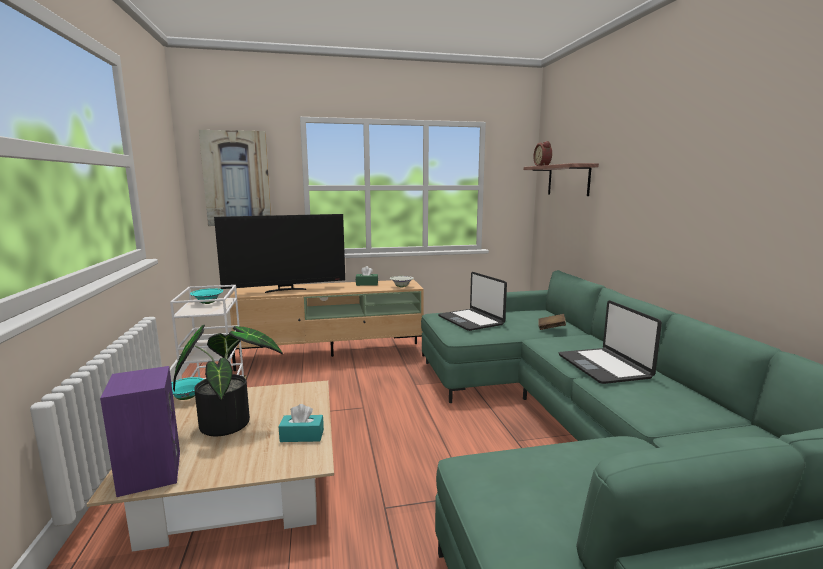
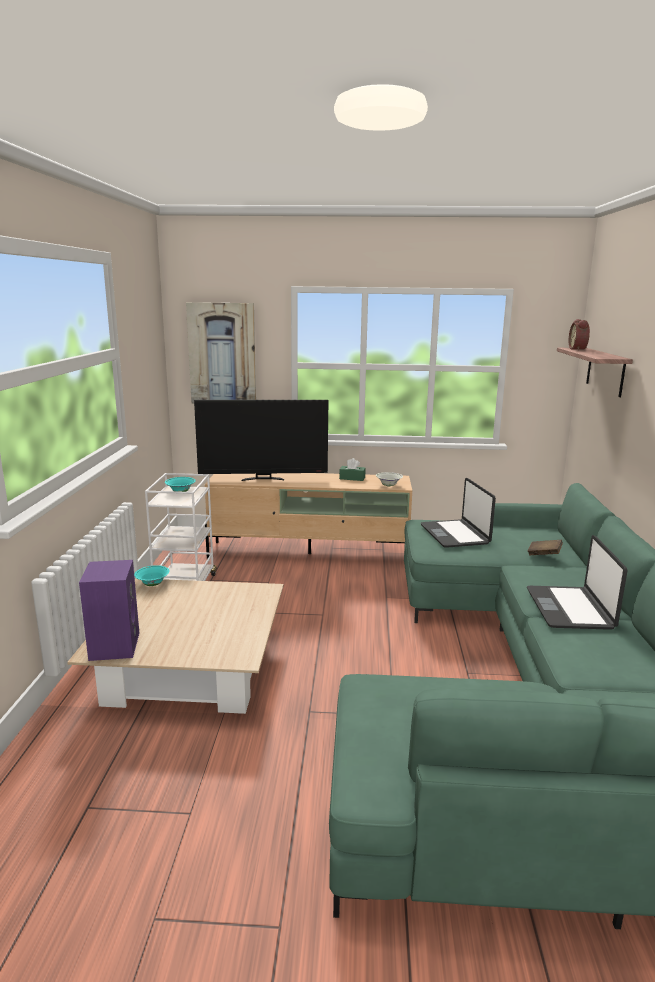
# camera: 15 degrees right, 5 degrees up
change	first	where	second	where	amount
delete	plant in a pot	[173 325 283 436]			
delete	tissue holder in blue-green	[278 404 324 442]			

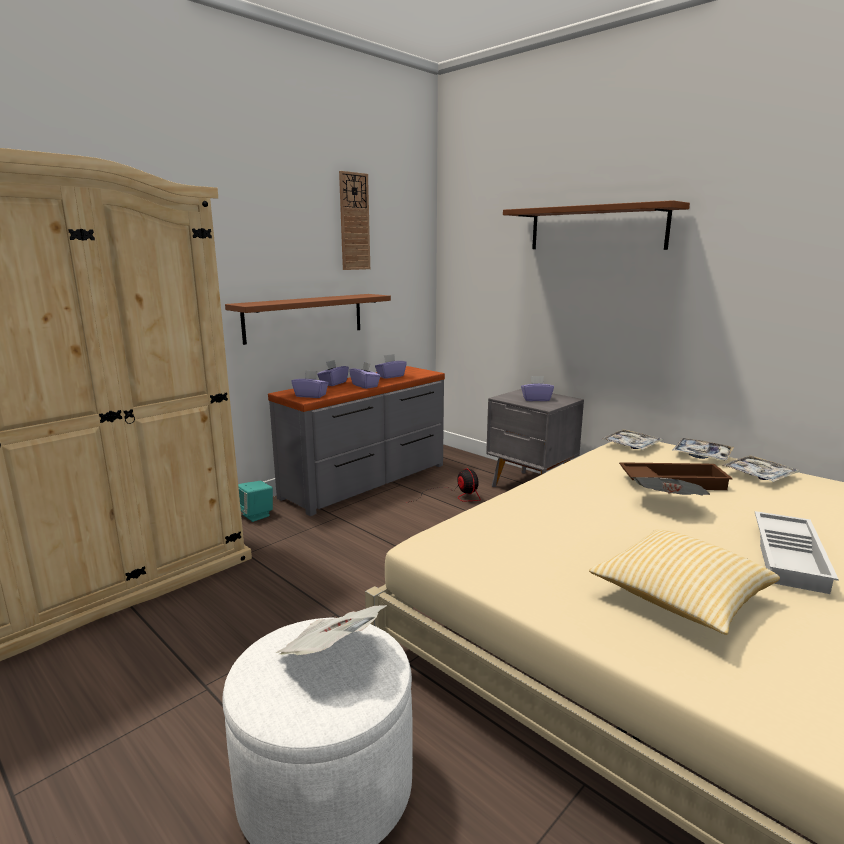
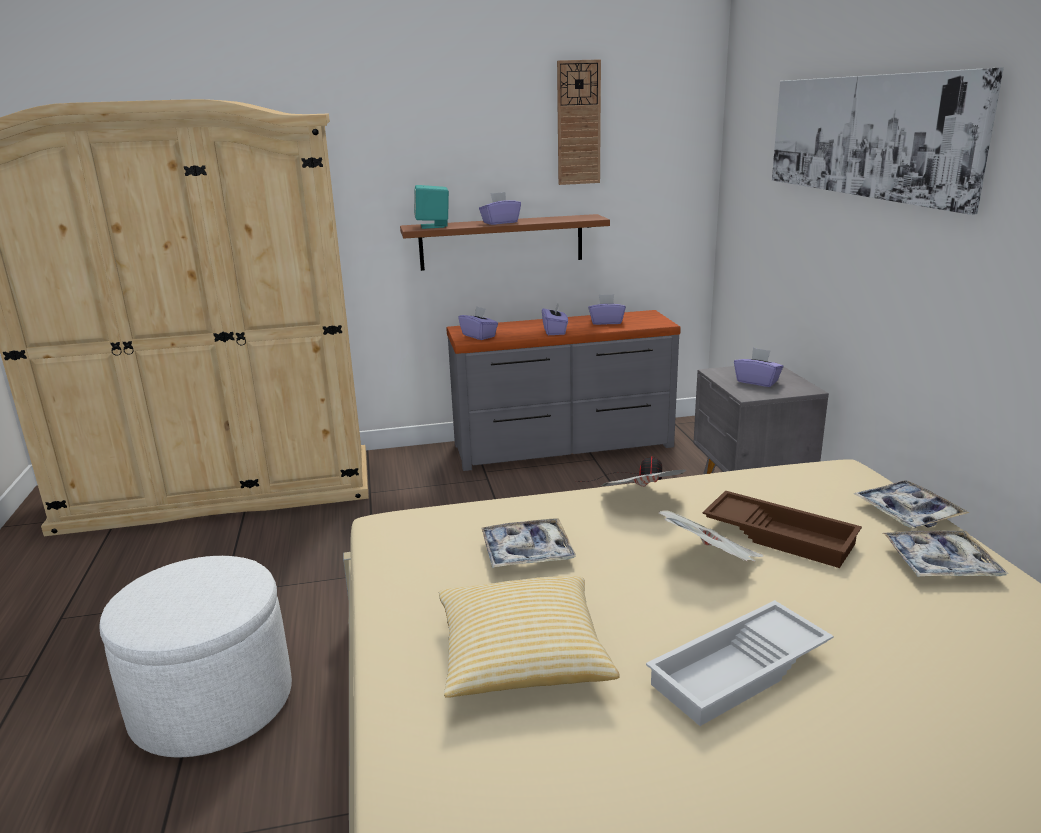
# camera: 35 degrees right, 5 degrees up
change	first	where	second	where	amount
move	audio speaker in blue-green	[238 481 273 522]		[414 185 449 229]	
move	printed paper	[276 605 387 655]		[600 470 686 487]	
move	tissue holder in purple-coloured	[317 360 349 386]		[479 192 521 225]	
move	tray	[602 429 663 450]		[481 518 576 568]	
replace	bracket shelf in brown	[503 200 690 250]	wall art	[772 68 1004 215]	

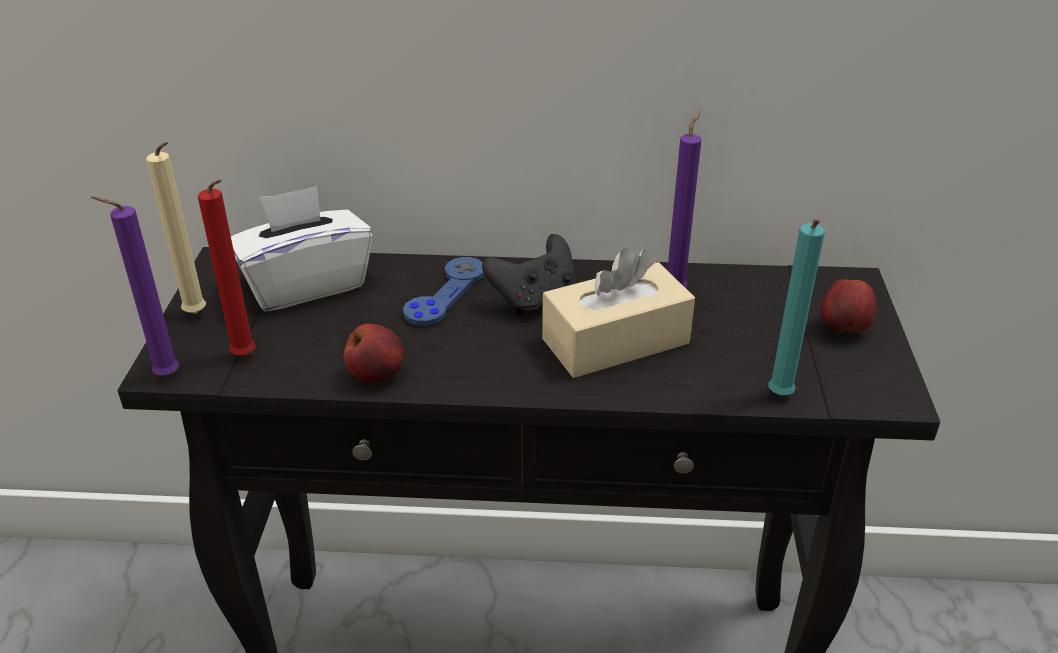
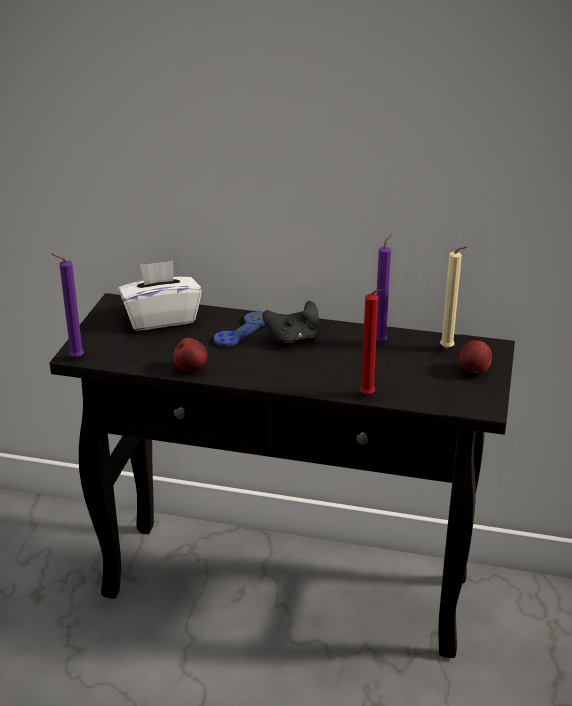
# camera: 10 degrees right, 5 degrees down
change	first	where	second	where	amount
delete	tissue holder in sand-coloured	[542 248 695 378]			
delete	wax candle in blue-green	[768 219 825 396]			
move	wax candle in sand-coloured	[146 142 206 314]		[440 247 467 348]	
move	wax candle in red	[198 179 256 356]		[360 289 383 395]	

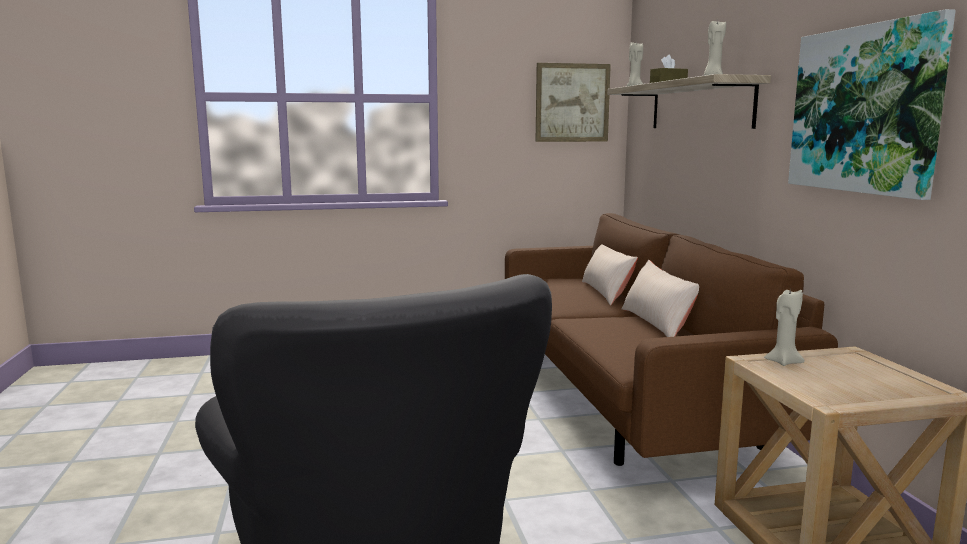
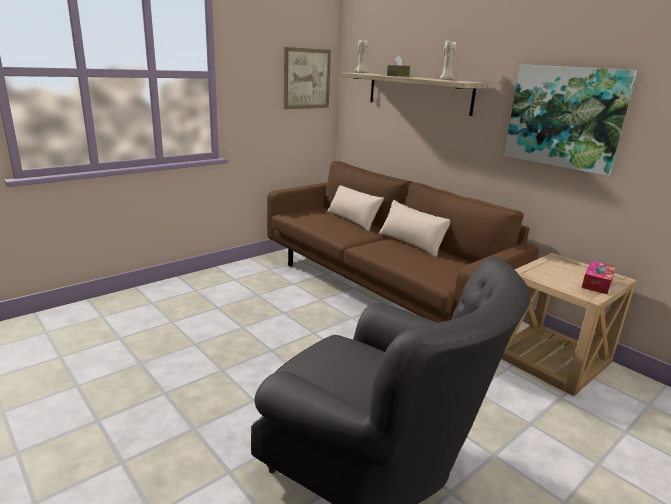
# camera: 30 degrees left, 10 degrees up
change	first	where	second	where	amount
delete	wax candle in sand-coloured	[764 287 805 366]			
insert			tissue holder	[581 261 616 294]	

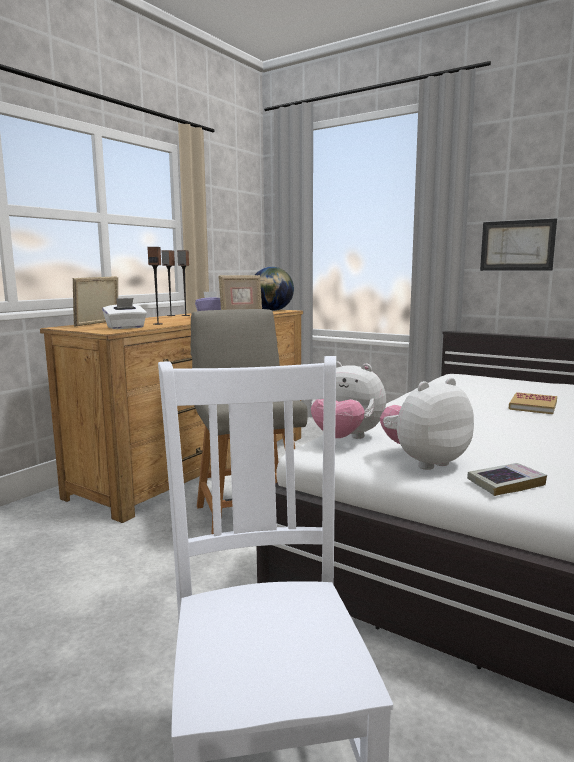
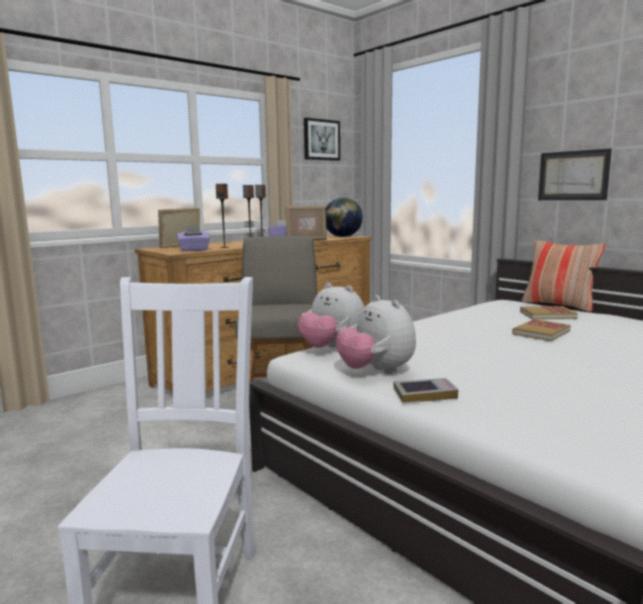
# camera: 15 degrees right, 0 degrees up
change	first	where	second	where	amount
insert			wall art	[304 118 340 161]	
insert			bound book	[520 306 578 320]	
insert			cushion	[522 240 605 312]	
recolor	tissue holder in white-coloured	[102 298 147 329]	tissue holder in purple-coloured	[177 226 210 251]	
rotate	cuddly toy	[380 377 474 470]		[336 295 416 374]	105 degrees counterclockwise

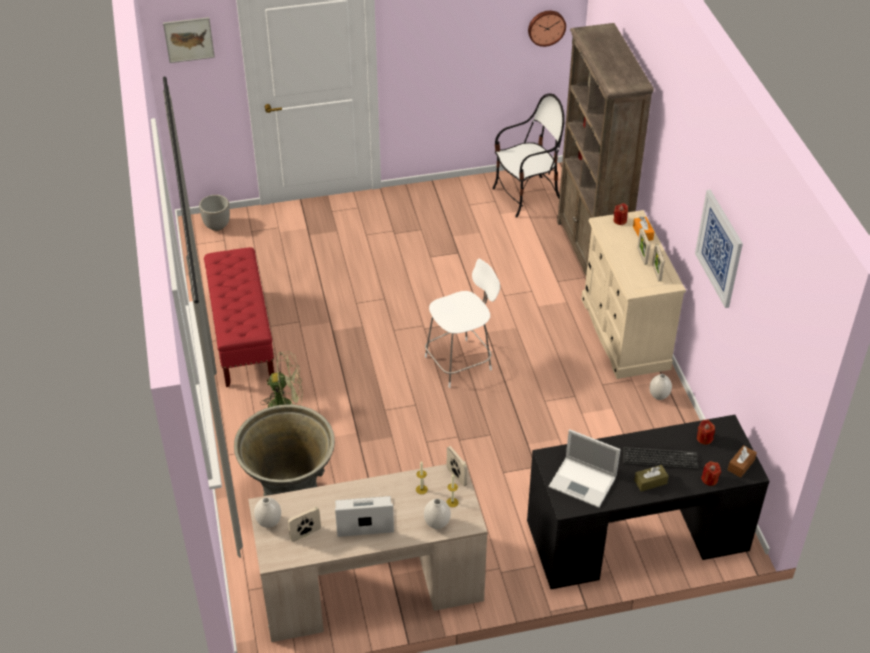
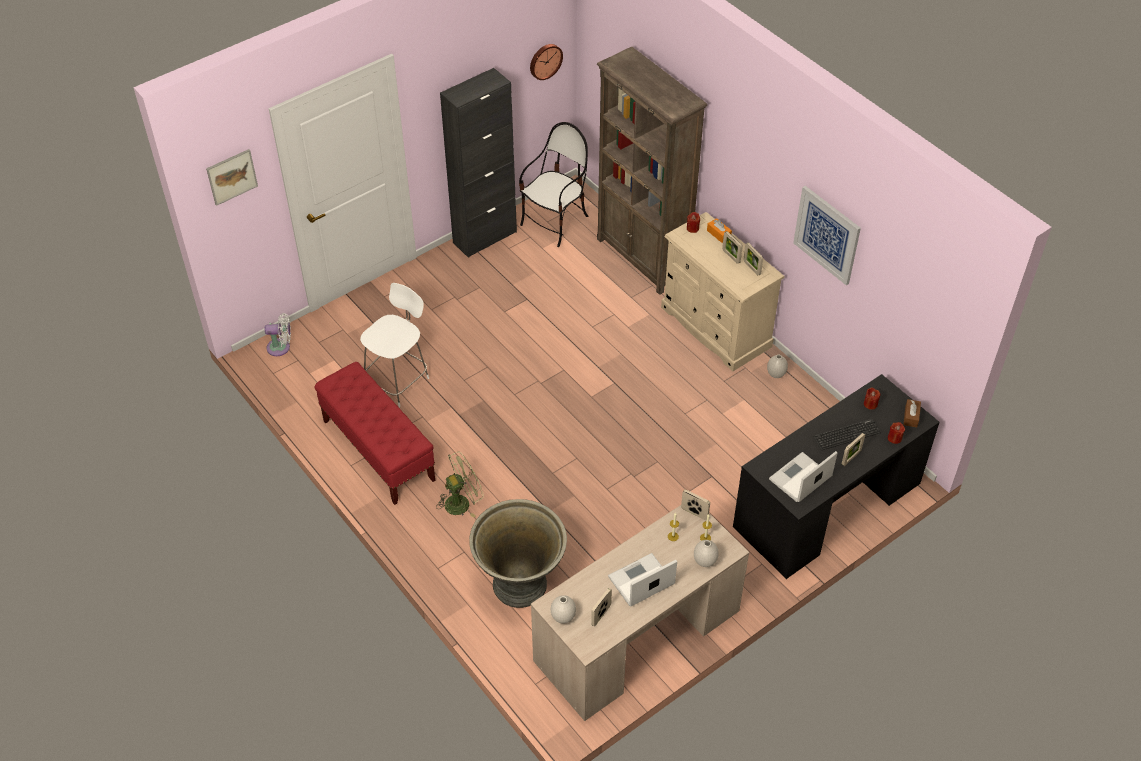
# camera: 25 degrees left, 5 degrees up
change	first	where	second	where	amount
insert			cupboard in black-coloured	[440 68 517 258]	
move	plain chair in white-coloured	[425 259 500 388]		[360 283 429 407]	
replace	flower pot	[199 195 230 231]	fan in white-coloured	[265 313 291 356]	
replace	tissue holder in brown	[634 465 669 492]	standing frame	[842 433 865 466]	
rotate	laptop	[548 429 620 508]		[769 451 837 502]	135 degrees clockwise

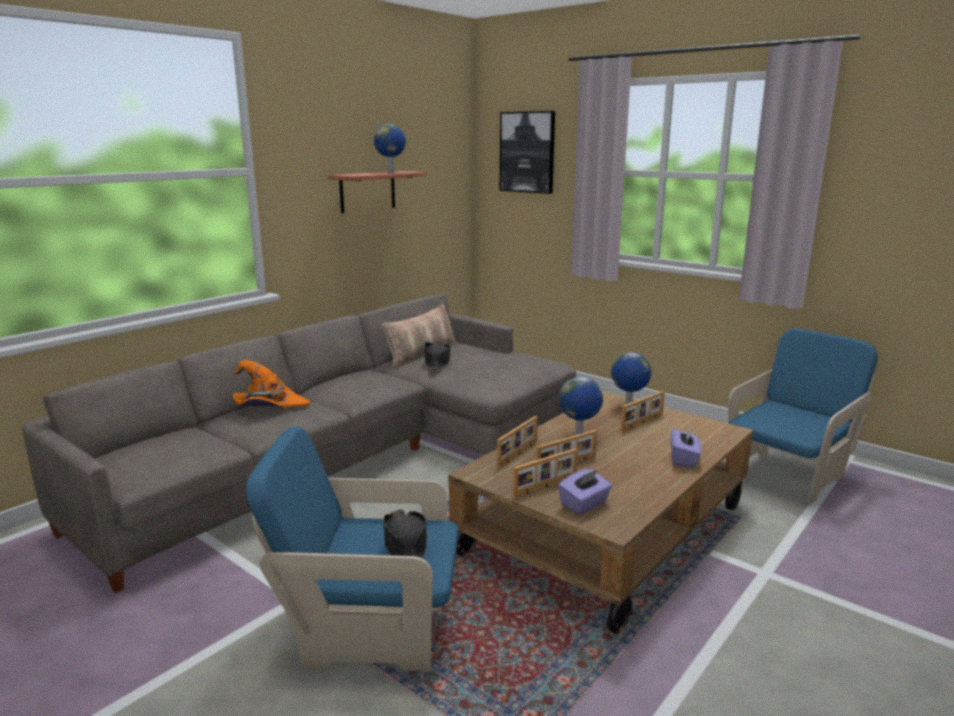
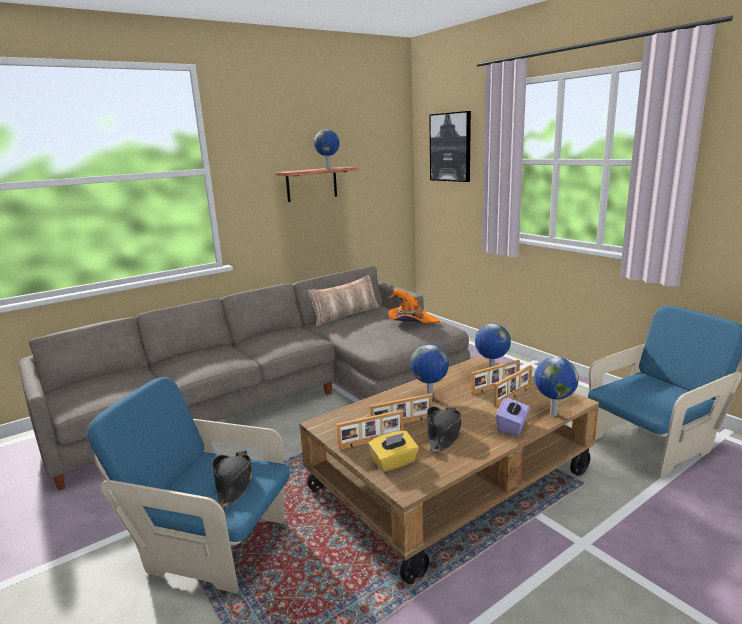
# camera: 15 degrees right, 0 degrees up
change	first	where	second	where	amount
insert			globe	[534 357 579 416]	
move	hat in orange	[233 360 310 407]		[388 290 440 323]	
move	hat in black-coloured	[424 342 451 370]		[427 406 461 453]	
move	standing frame	[497 416 538 467]		[494 365 532 407]	
recolor	tissue holder in purple-coloured	[558 469 612 515]	tissue holder in yellow-coloured	[368 431 419 472]	

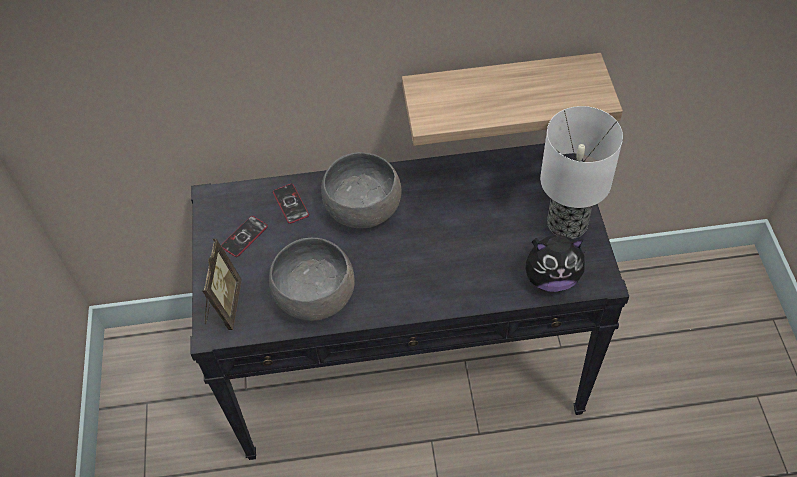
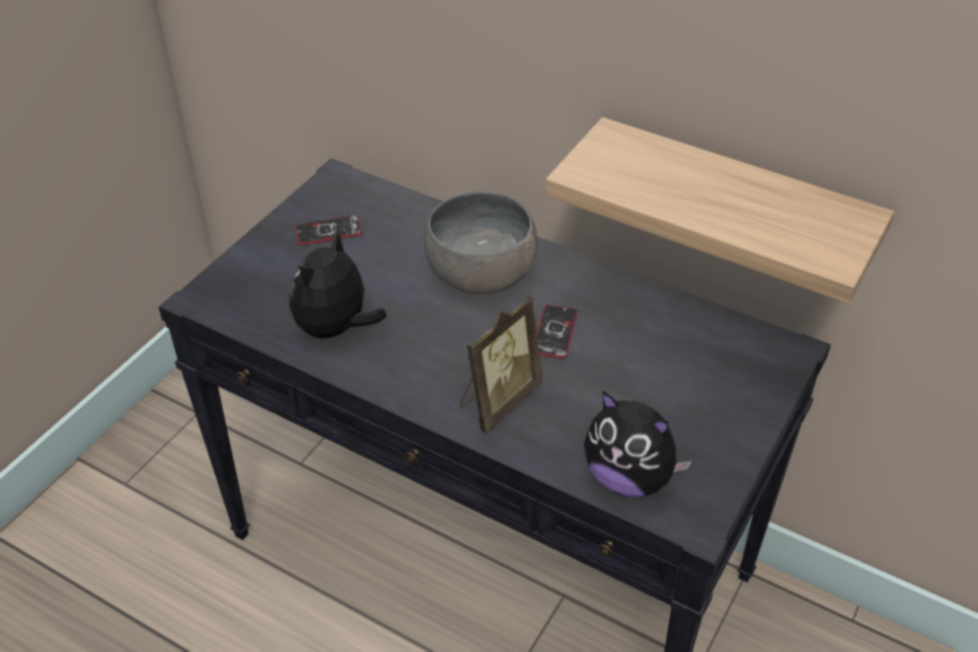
# camera: 35 degrees right, 10 degrees down
change	first	where	second	where	amount
delete	lamp for a table	[540 106 623 239]			
move	standing frame	[203 238 242 330]		[460 295 542 433]	
move	handset	[273 184 309 224]		[537 305 577 359]	
replace	deep dish in greyish	[269 238 355 321]	cuddly toy	[290 230 387 341]	

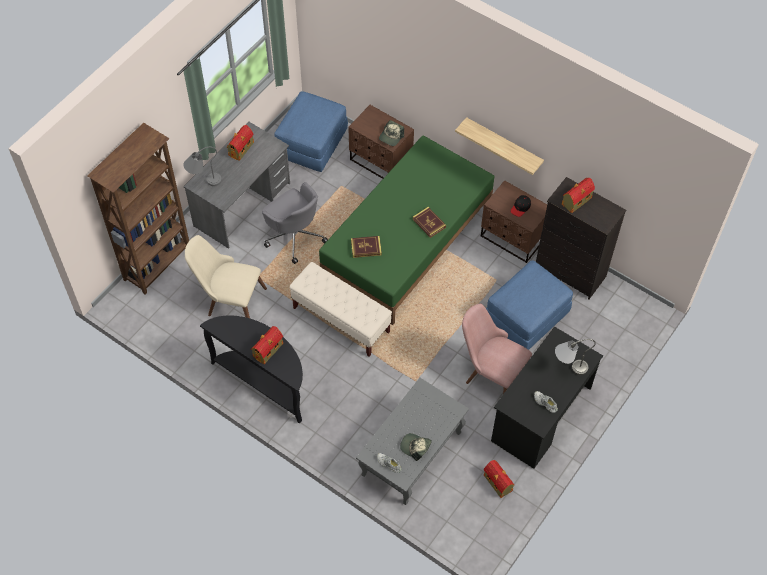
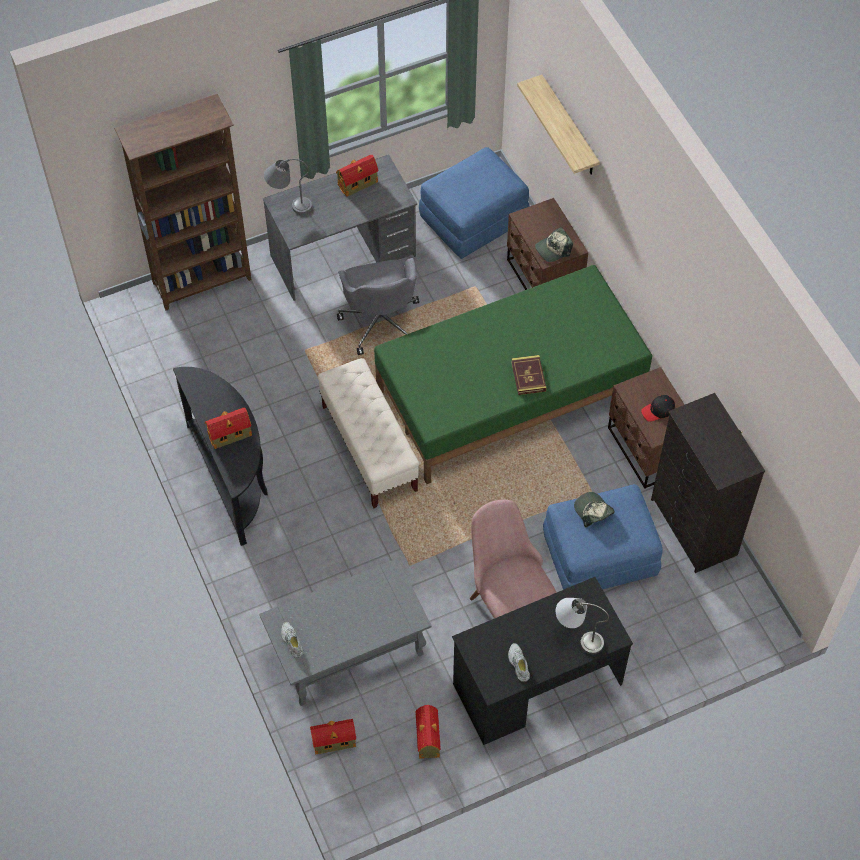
# camera: 30 degrees right, 0 degrees up
change	first	where	second	where	amount
delete	plain chair in sand-coloured	[185 235 267 318]			
delete	bound book	[351 236 382 258]			
move	peaked cap	[400 433 432 461]		[574 492 615 528]	
move	bracket shelf	[455 117 544 175]		[517 75 600 175]	
move	toy house	[562 178 595 213]		[310 719 356 754]	

